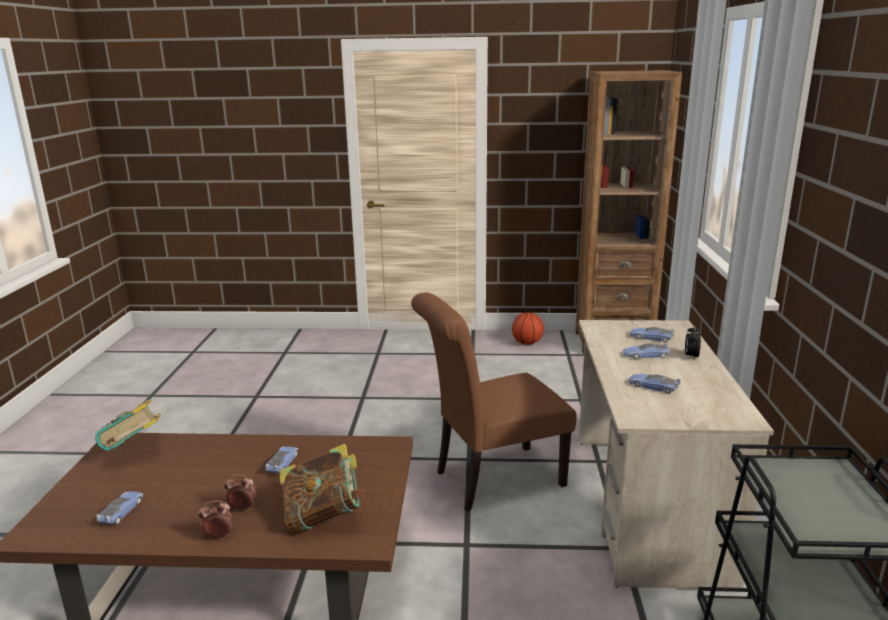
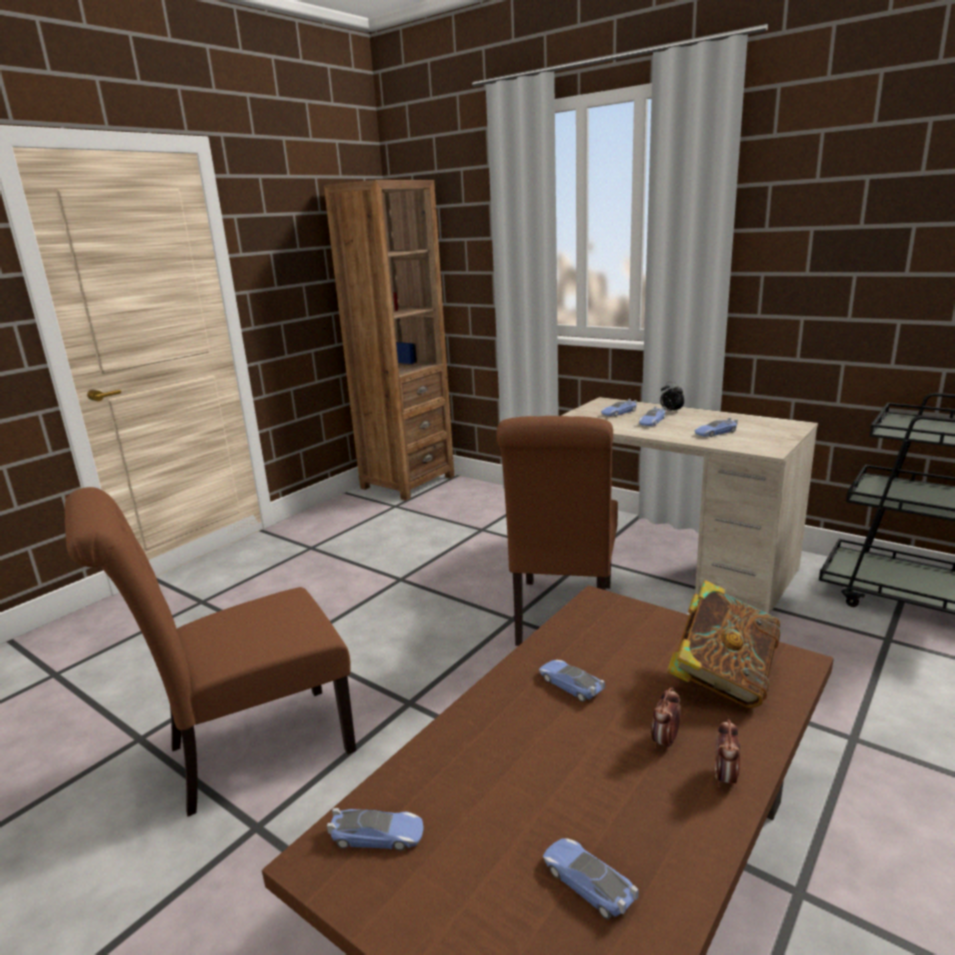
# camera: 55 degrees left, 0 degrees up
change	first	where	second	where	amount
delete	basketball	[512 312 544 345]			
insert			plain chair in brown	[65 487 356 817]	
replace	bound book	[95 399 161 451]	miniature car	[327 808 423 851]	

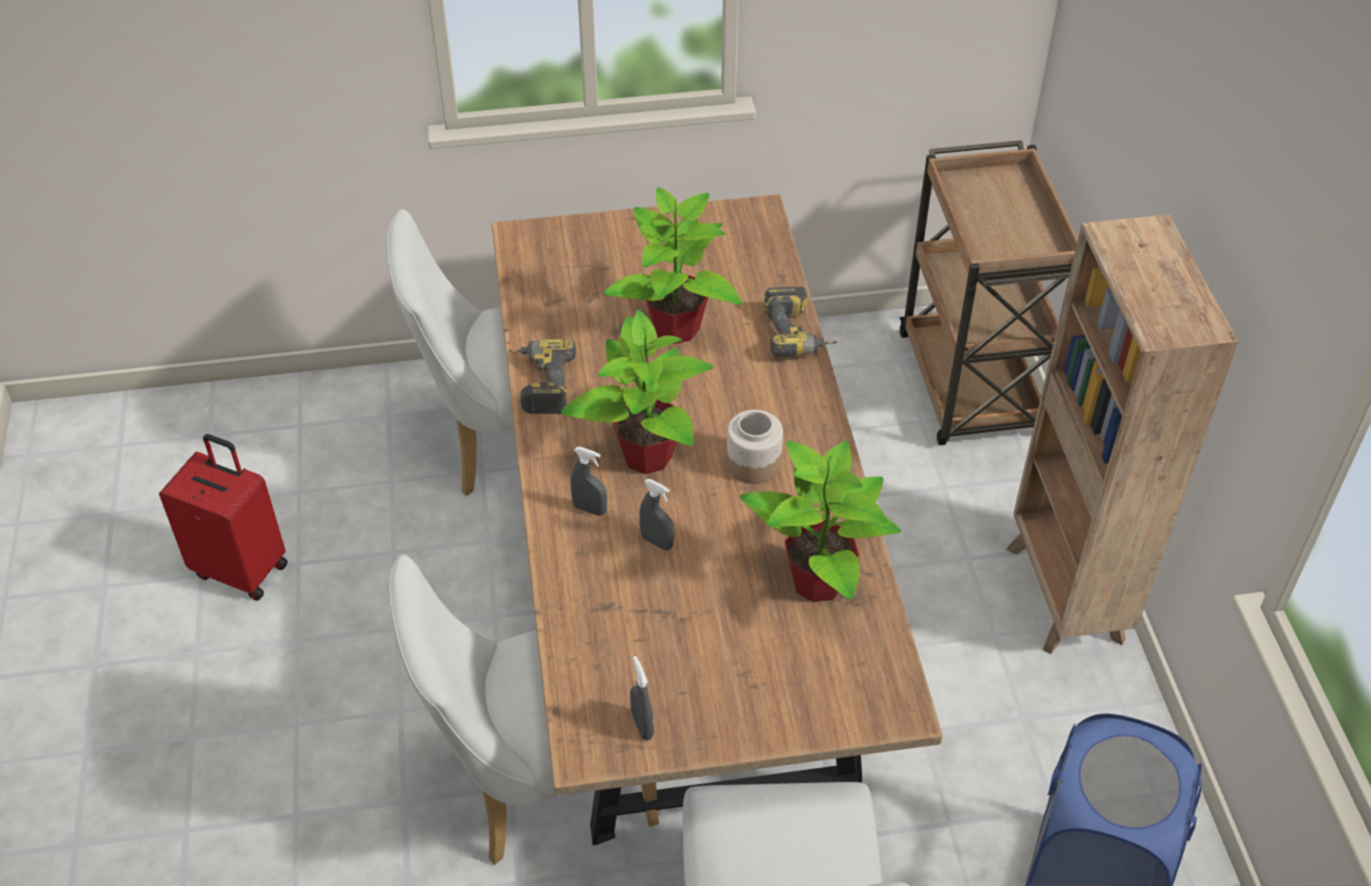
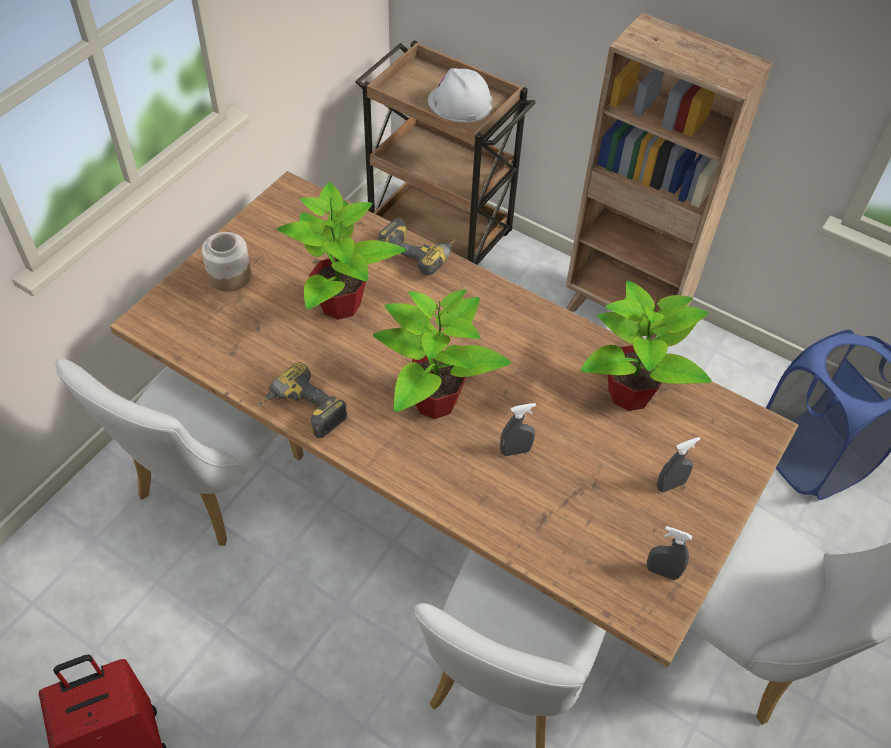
# camera: 50 degrees left, 5 degrees up
change	first	where	second	where	amount
insert			hard hat in white-coloured	[428 68 492 122]	
move	spray bottle in greyish	[570 447 607 516]		[657 437 701 492]	
move	jar	[727 410 783 484]		[202 232 251 292]	

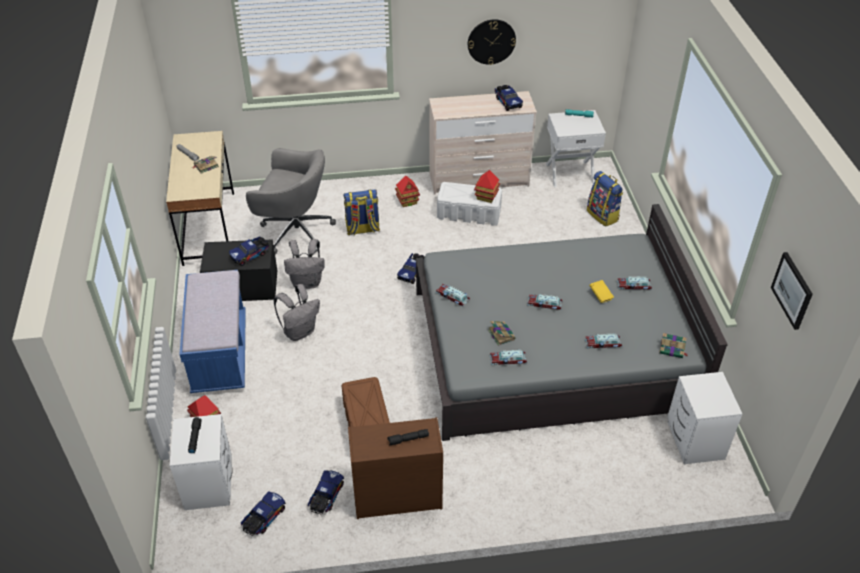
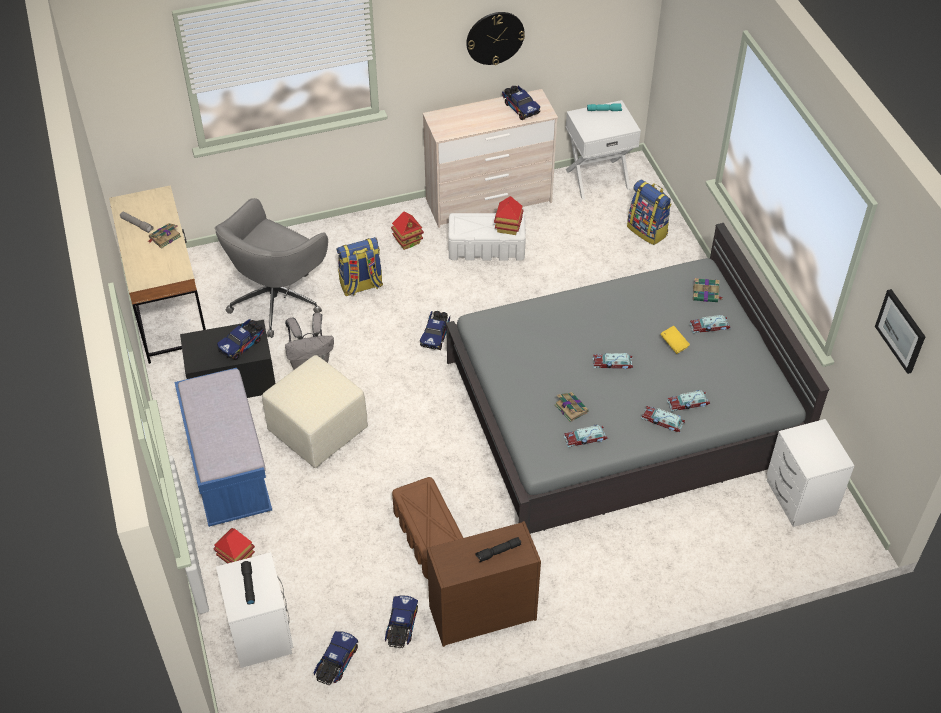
# camera: 10 degrees left, 5 degrees up
change	first	where	second	where	amount
move	miniature car	[436 284 470 306]		[641 406 685 433]	
move	bound book	[659 333 687 358]		[693 278 723 302]	
replace	backpack in greyish	[274 284 320 341]	ottoman in sand-coloured	[262 355 368 468]	
rotate	office chair in greyish	[246 148 336 255]		[215 198 328 338]	120 degrees clockwise

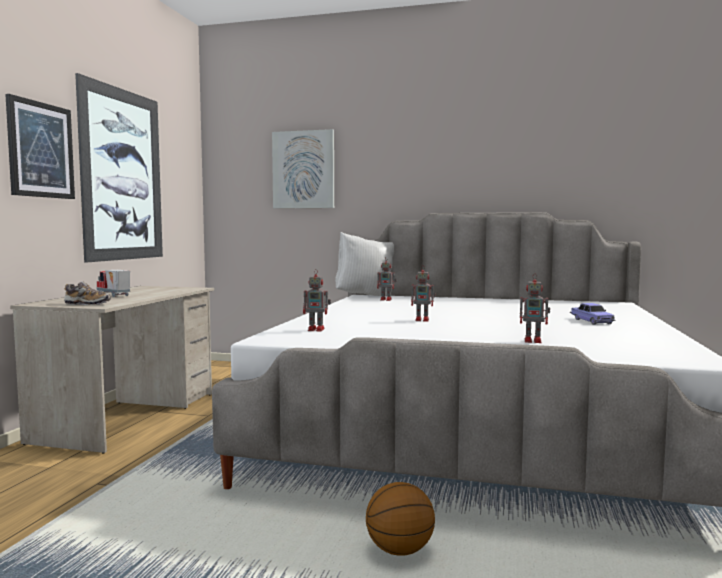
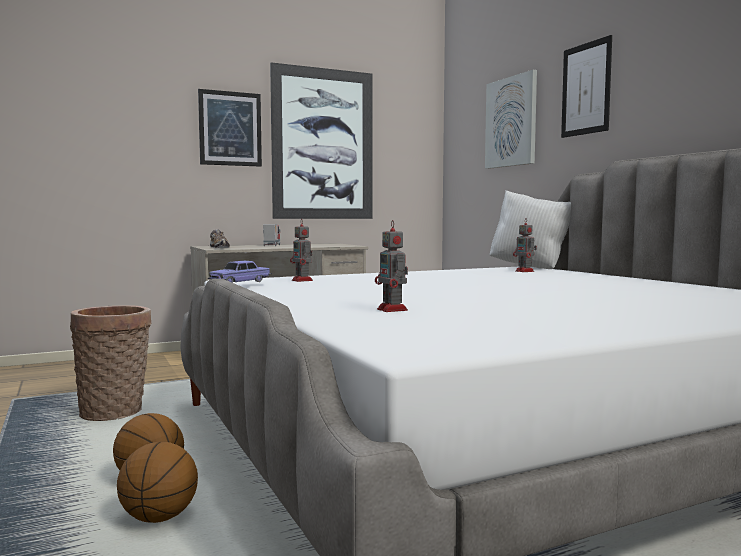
# camera: 50 degrees right, 0 degrees up
change	first	where	second	where	amount
delete	model robot	[411 265 436 322]			
insert			household basket	[70 305 151 421]	
insert			basketball	[117 442 198 523]	
insert			wall art	[561 35 612 138]	
move	miniature car	[570 303 615 325]		[208 261 272 283]	

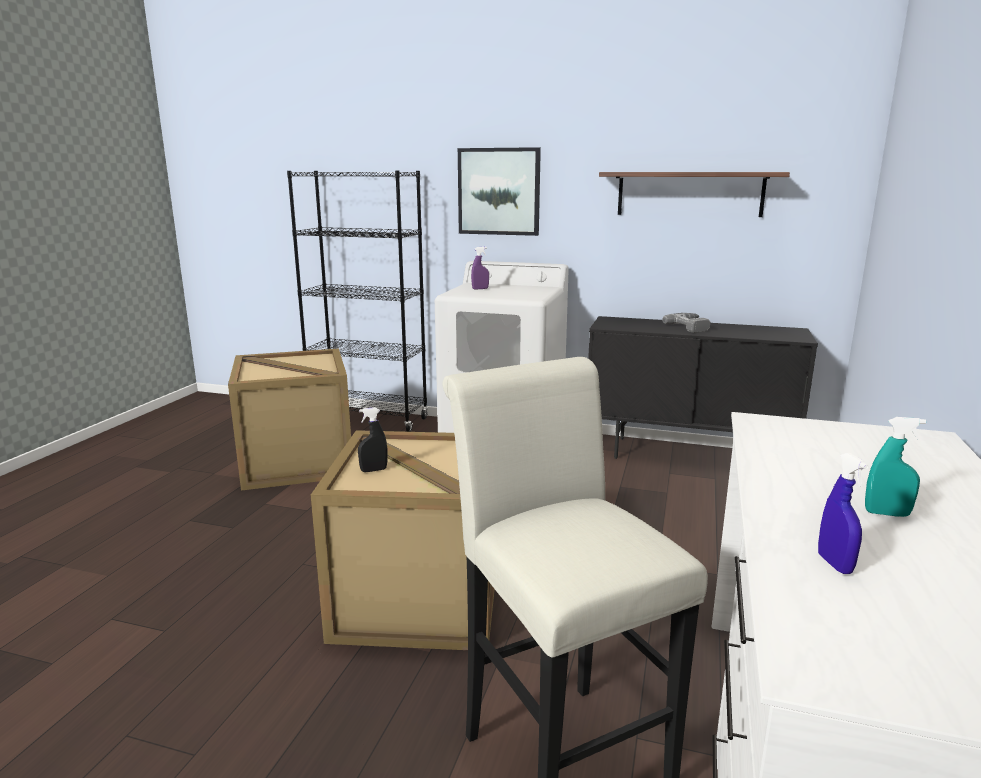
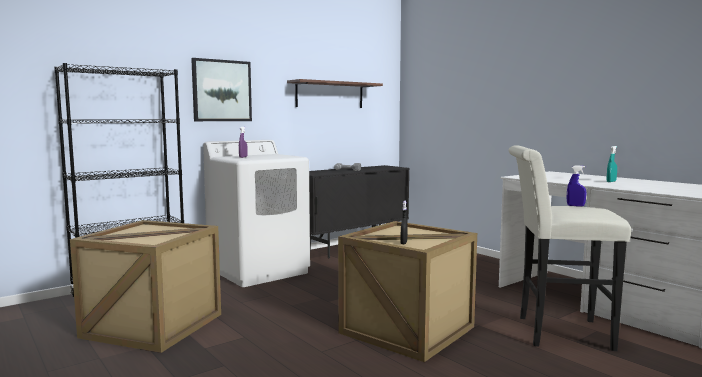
# camera: 55 degrees left, 10 degrees down
change	first	where	second	where	amount
move	spray bottle in bluish	[818 453 869 574]		[567 165 586 207]	

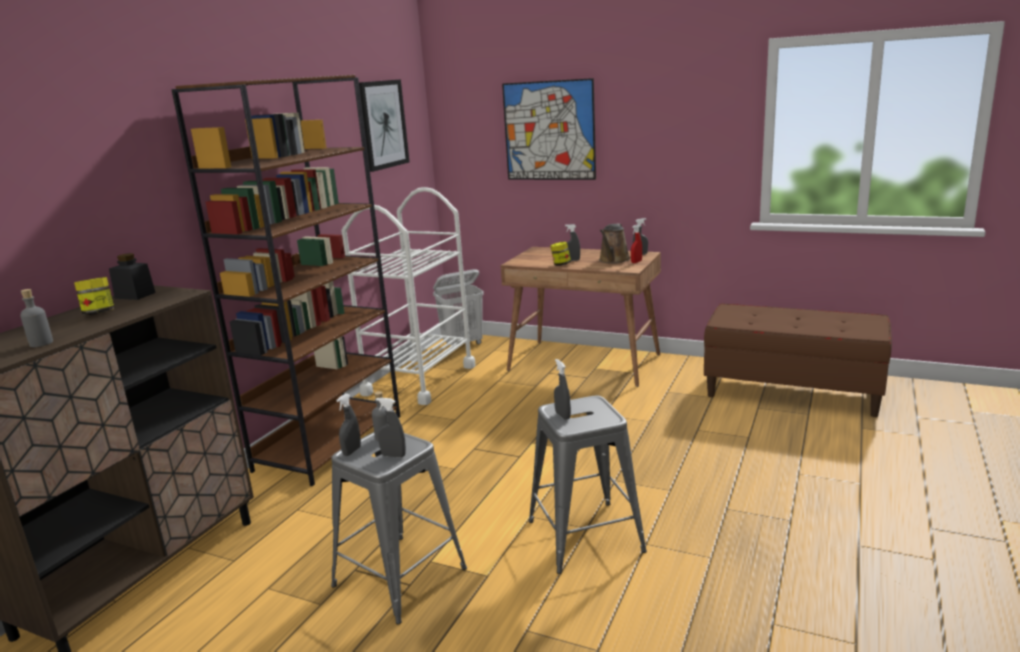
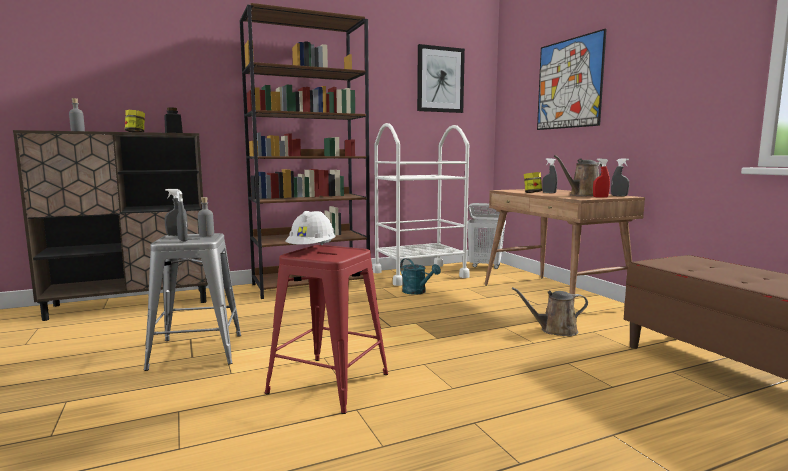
# camera: 40 degrees right, 10 degrees down
change	first	where	second	where	amount
insert			watering can in blue-green	[400 258 441 295]	
insert			watering can in brown	[512 287 588 336]	
replace	spray bottle in greyish	[554 359 571 420]	hard hat in white-coloured	[285 211 336 245]	
recolor	sitting stool in greyish	[529 396 647 574]	sitting stool in red	[265 245 388 414]	

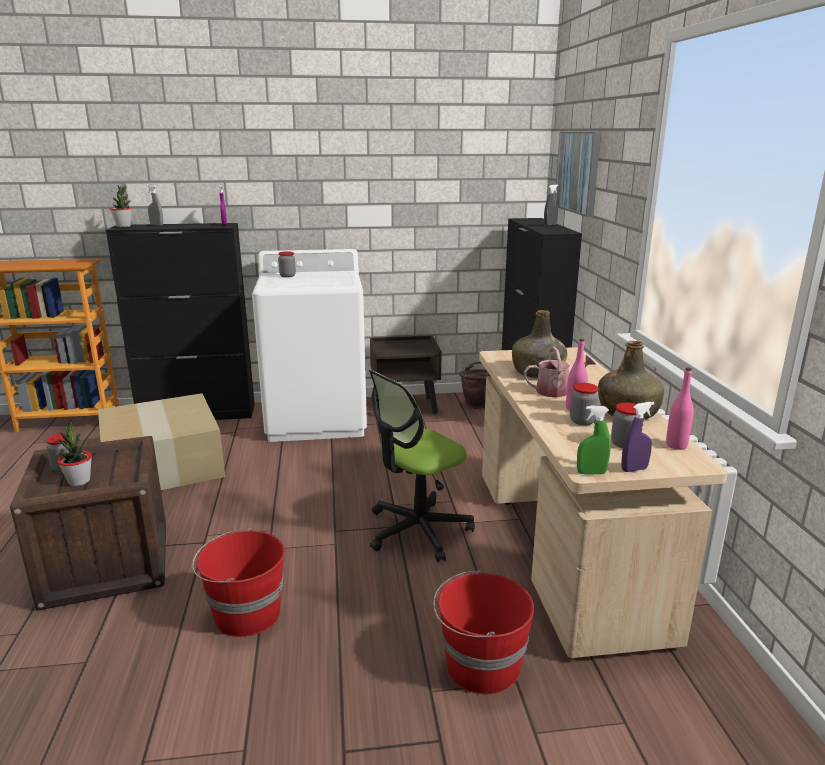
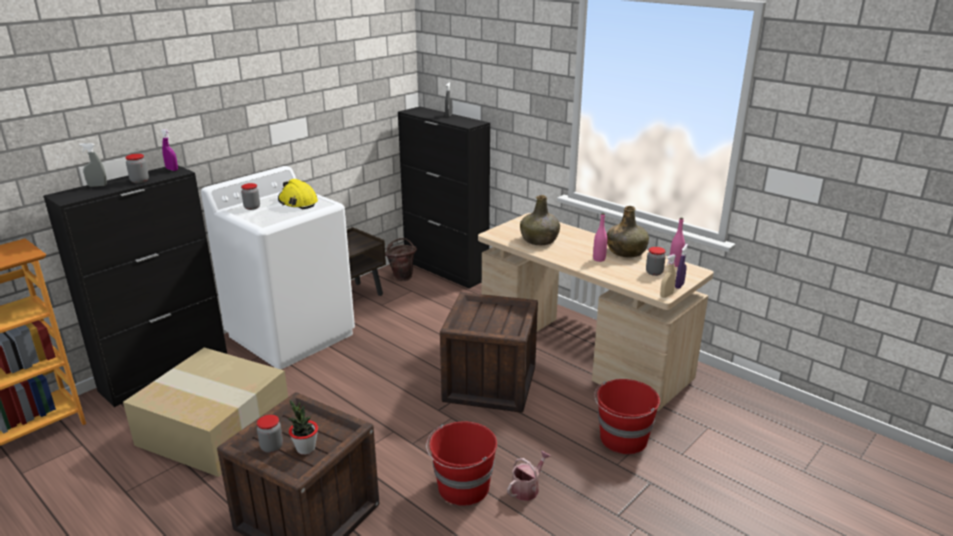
# camera: 40 degrees left, 5 degrees up
change	first	where	second	where	amount
delete	plant in a pot	[110 185 132 227]			
delete	wall art	[554 132 601 217]			
insert			hard hat in yellow-coloured	[278 179 318 209]	
move	watering can	[524 347 596 397]		[507 451 551 501]	
move	jar	[570 383 599 426]		[125 154 149 183]	
replace	office chair	[369 370 475 562]	crate	[440 292 538 413]	
recolor	spray bottle in green	[577 406 611 475]	spray bottle in sand-coloured	[660 254 676 298]	

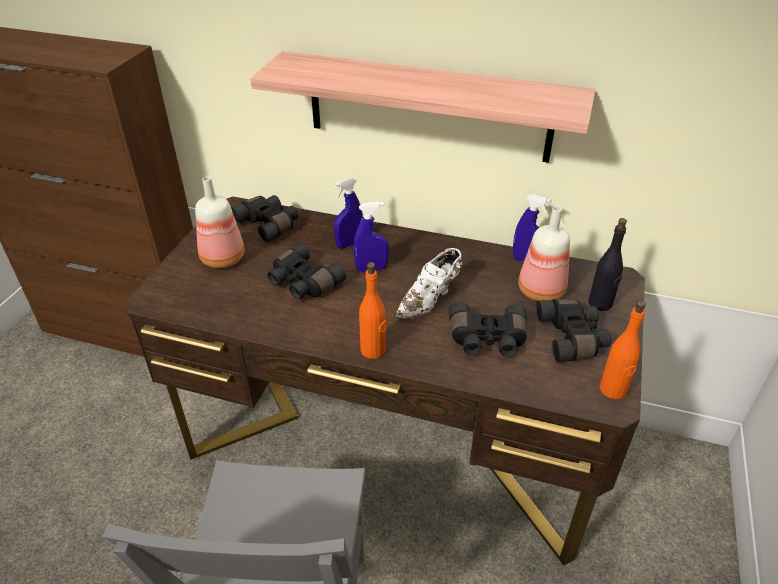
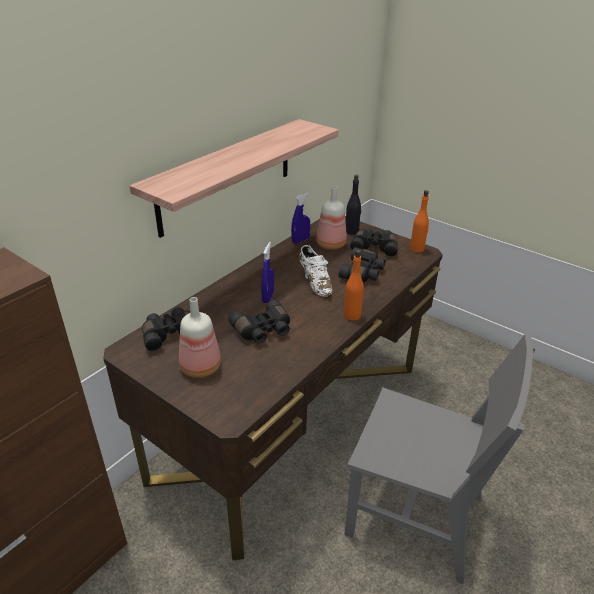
# camera: 70 degrees left, 5 degrees down
change	first	where	second	where	amount
delete	spray bottle in bluish	[334 178 363 249]			

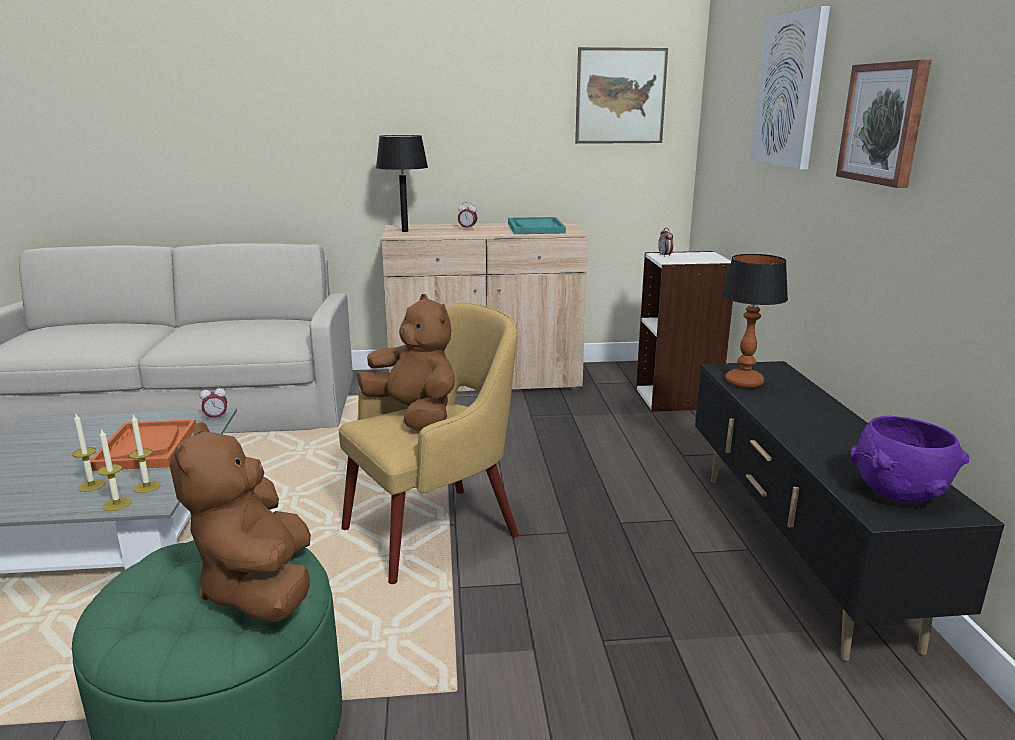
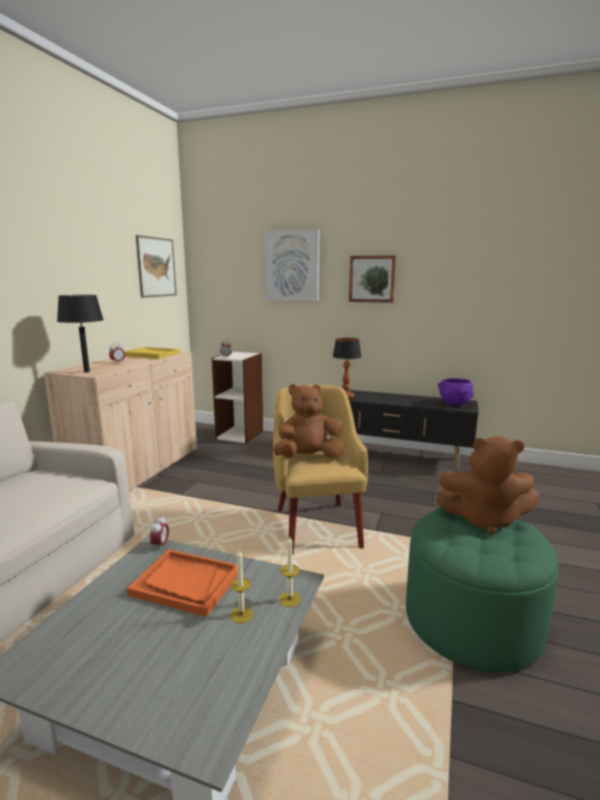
# camera: 65 degrees left, 5 degrees down
change	first	where	second	where	amount
delete	wax candle	[129 415 160 493]			
recolor	tray in blue-green	[508 217 566 234]	tray in yellow-coloured	[124 347 180 359]	

